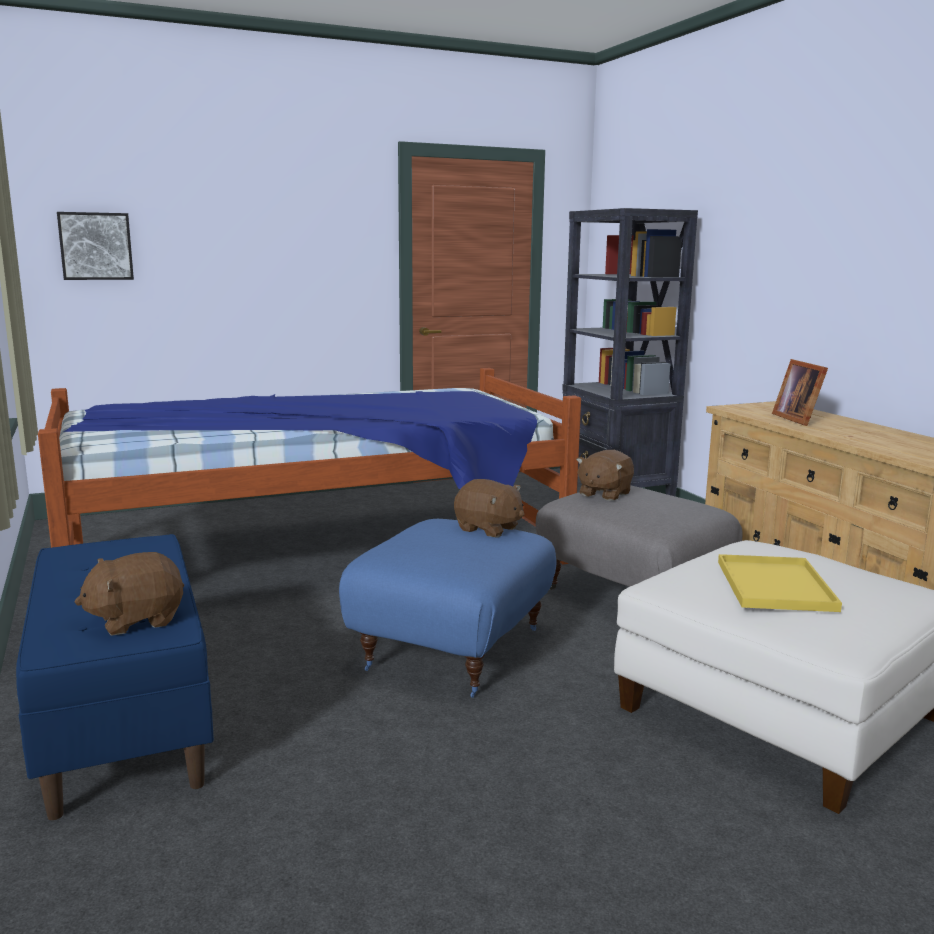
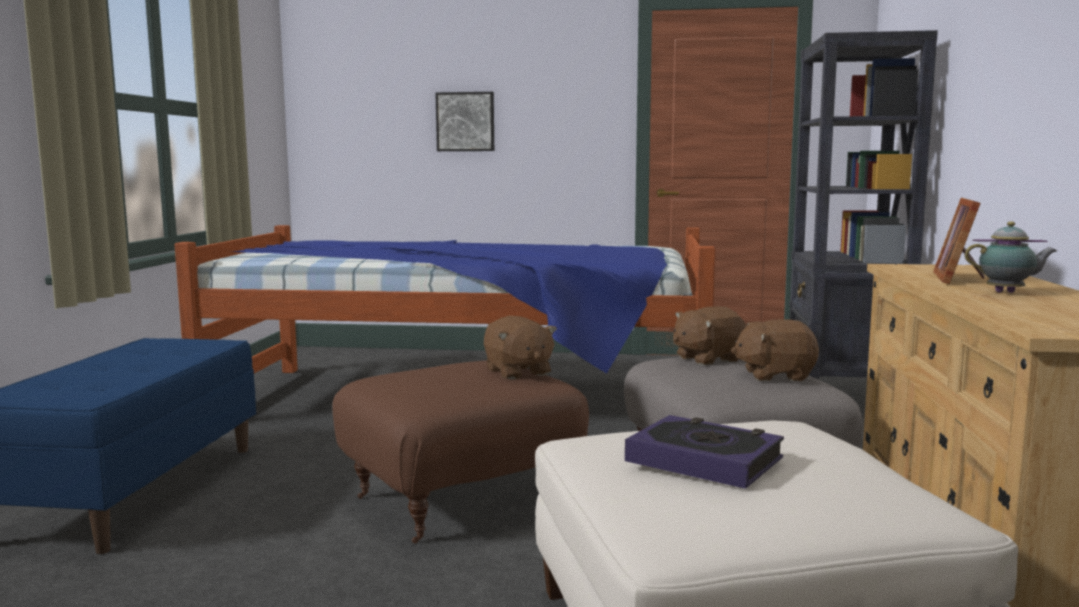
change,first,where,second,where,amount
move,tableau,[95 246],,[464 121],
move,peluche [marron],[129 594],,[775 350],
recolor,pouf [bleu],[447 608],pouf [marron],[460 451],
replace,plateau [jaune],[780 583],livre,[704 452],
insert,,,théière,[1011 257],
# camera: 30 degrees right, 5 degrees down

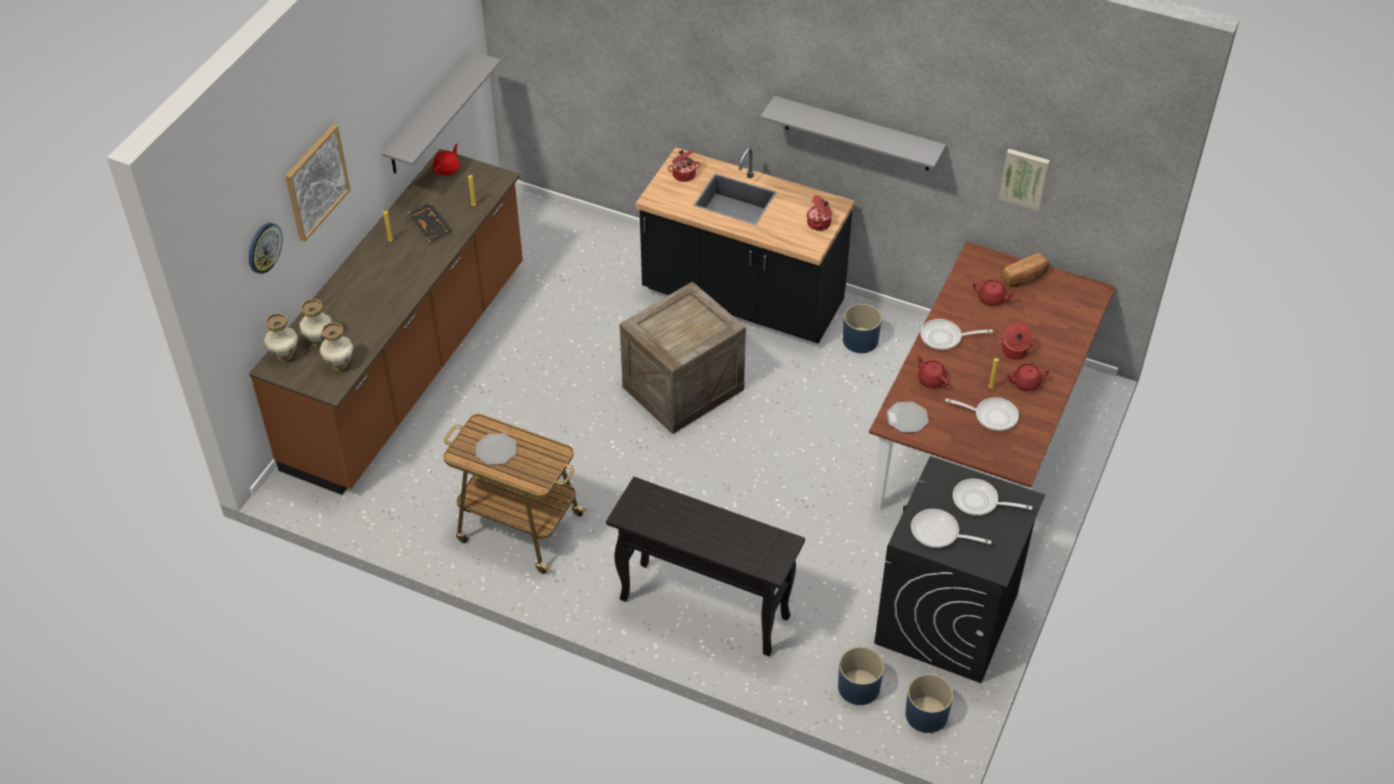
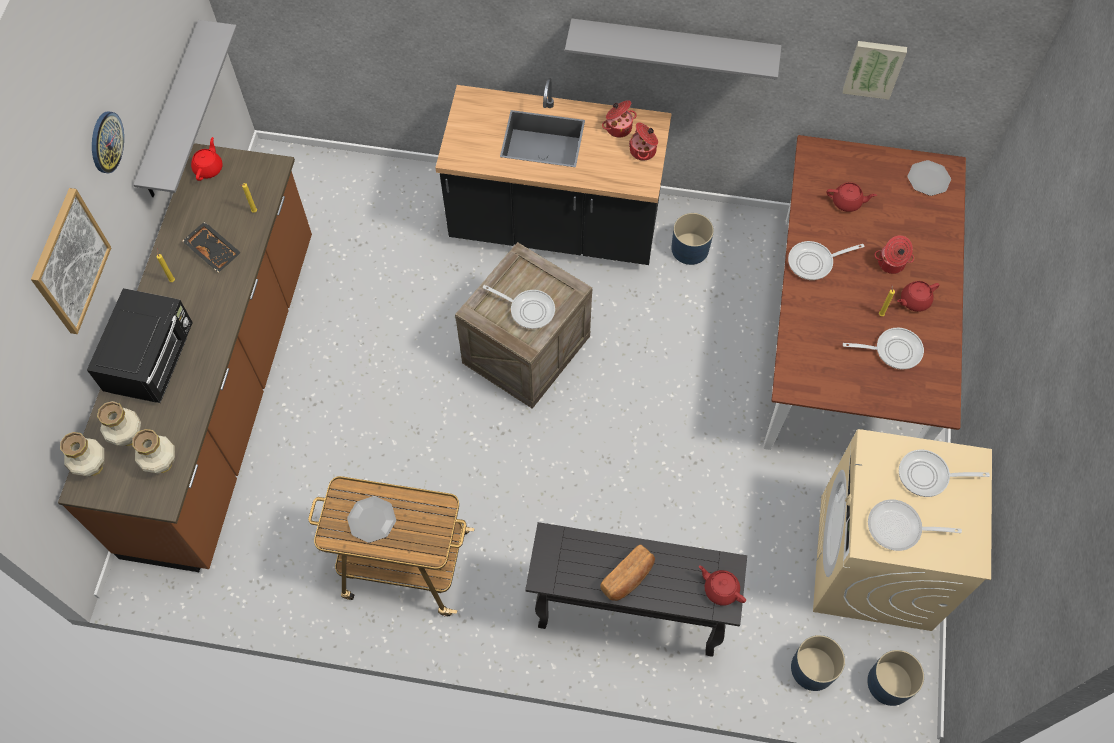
change,first,where,second,where,amount
move,horloge murale,[266 248],,[108 142],
move,marmite,[684 166],,[619 119],
recolor,lave-linge [noir],[959 569],lave-linge [beige],[902 530],
move,assiette,[908 417],,[929 178],
move,théière [rouge],[932 371],,[722 585],
move,pain,[1025 270],,[627 573],
insert,,,micro-ondes [noir],[140 345],
insert,,,poêle,[519 307],
# camera: 15 degrees left, 15 degrees up

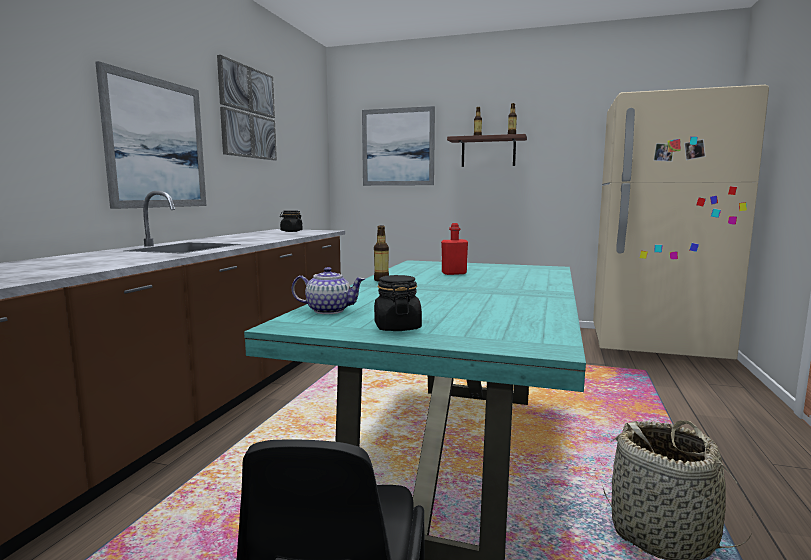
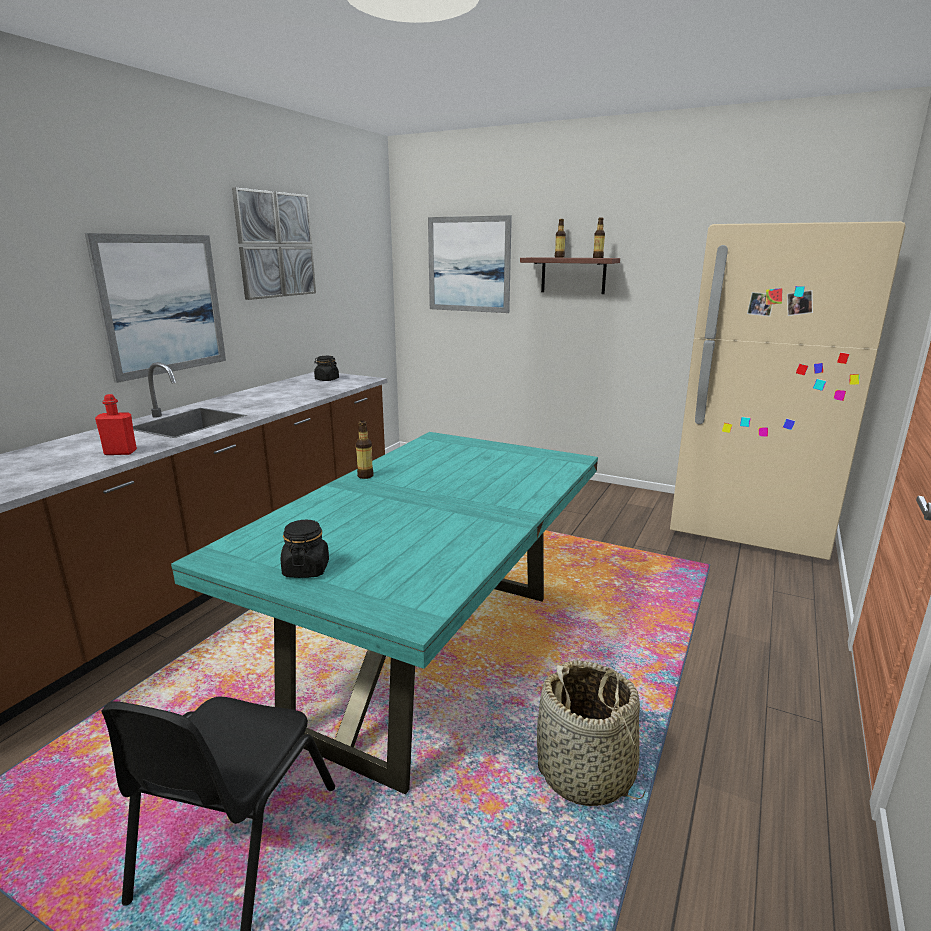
change,first,where,second,where,amount
delete,théière,[328 290],,,
move,bouteille [rouge],[454 249],,[116 424],
# camera: 10 degrees right, 10 degrees up

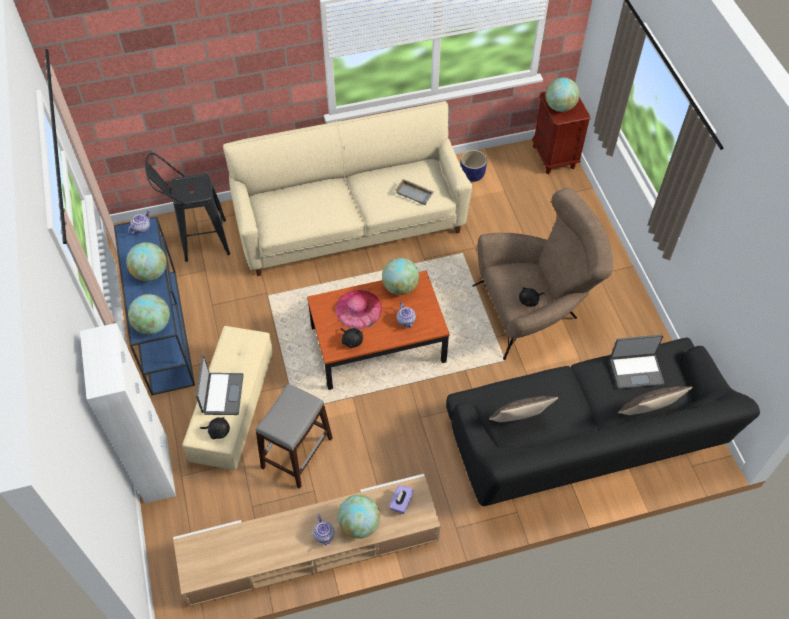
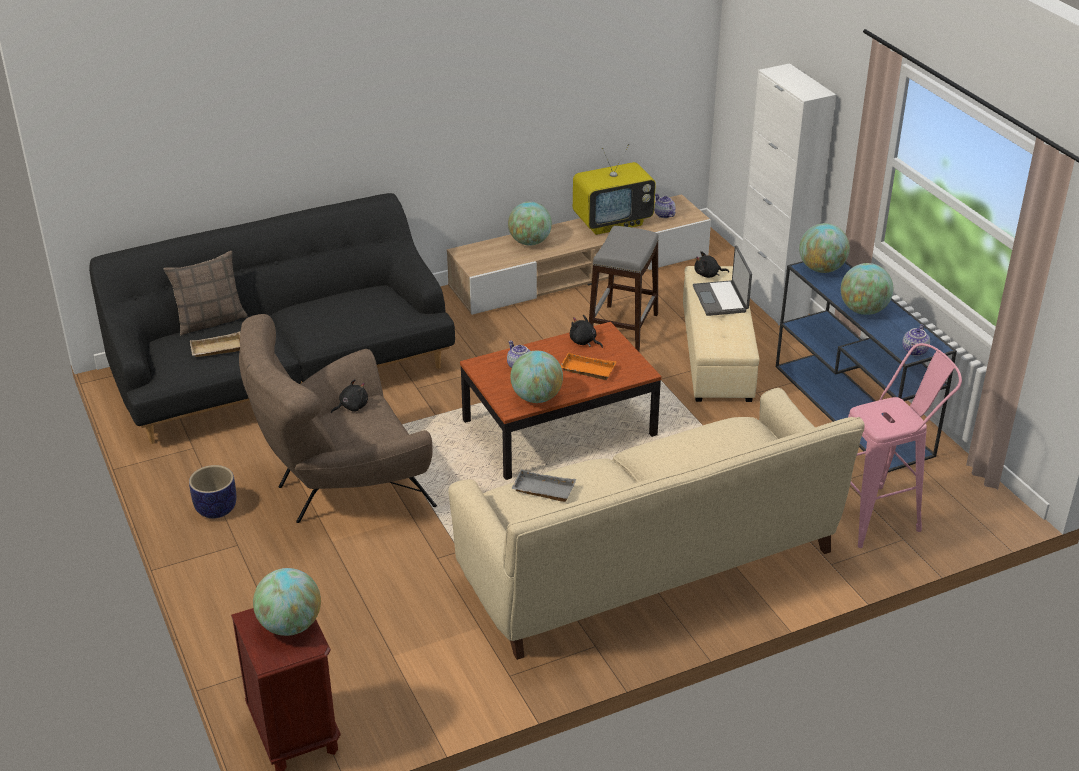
change,first,where,second,where,amount
recolor,tabouret [noir],[187 207],tabouret [rose],[905 445],
move,théière,[324 530],,[665 206],
replace,chapeau [rose],[358 309],plateau [orange],[589 366],
delete,boîte à mouchoirs [violet],[401 499],,,
move,cache-pot,[473 166],,[212 491],
delete,coussin,[523 409],,,
replace,ordinateur portable,[637 362],plateau [beige],[215 344],
insert,,,téléviseur,[614 189],
# camera: 170 degrees right, 20 degrees down

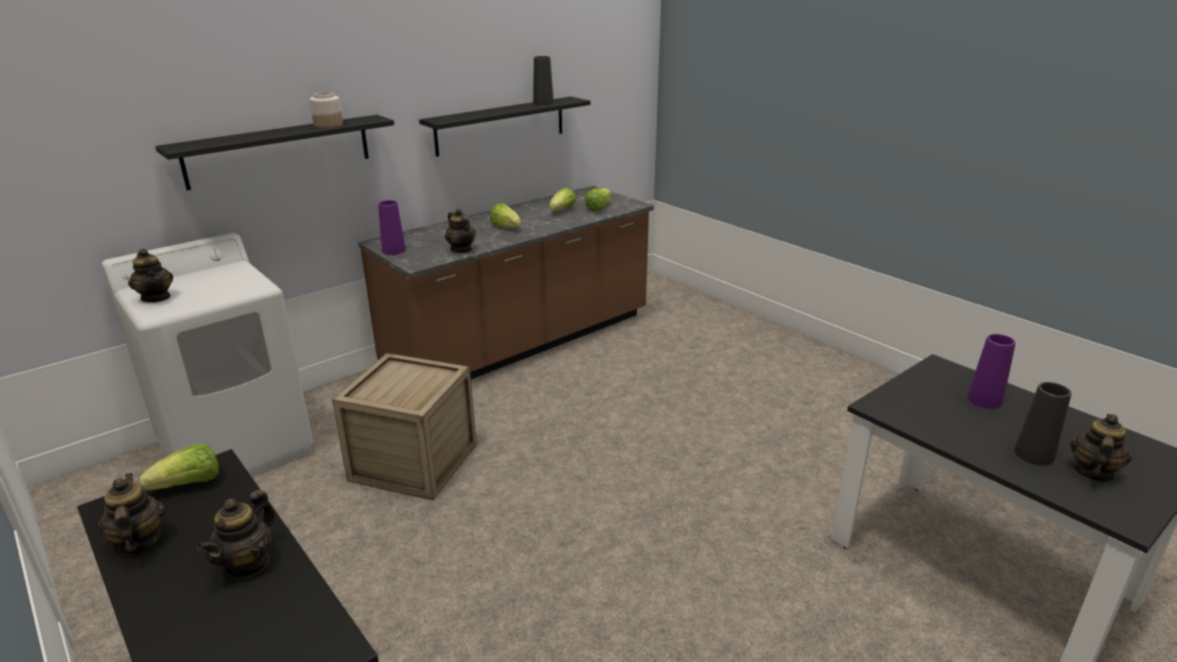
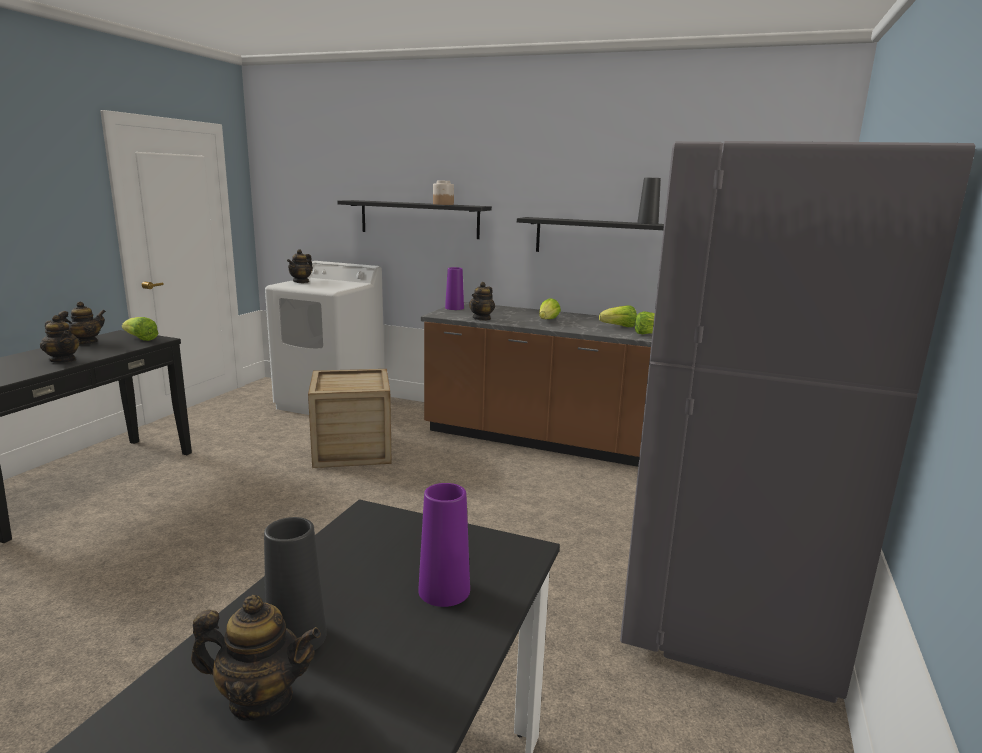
change,first,where,second,where,amount
rotate,théière,[236 534],,[60 339],135 degrees counterclockwise
insert,,,réfrigérateur [gris],[797 422],
# camera: 60 degrees right, 10 degrees down

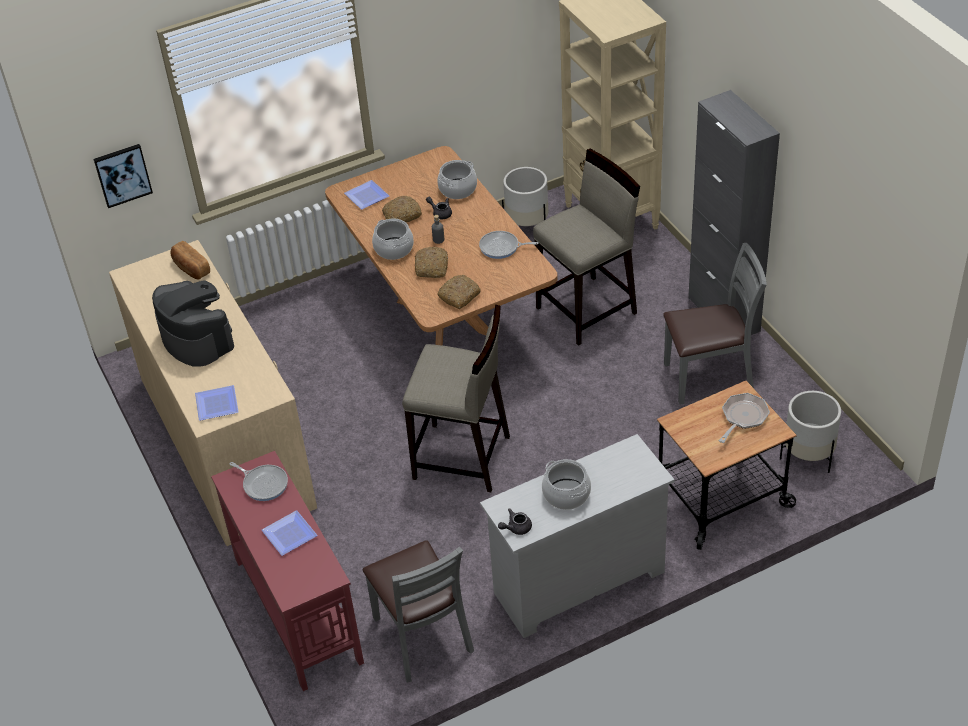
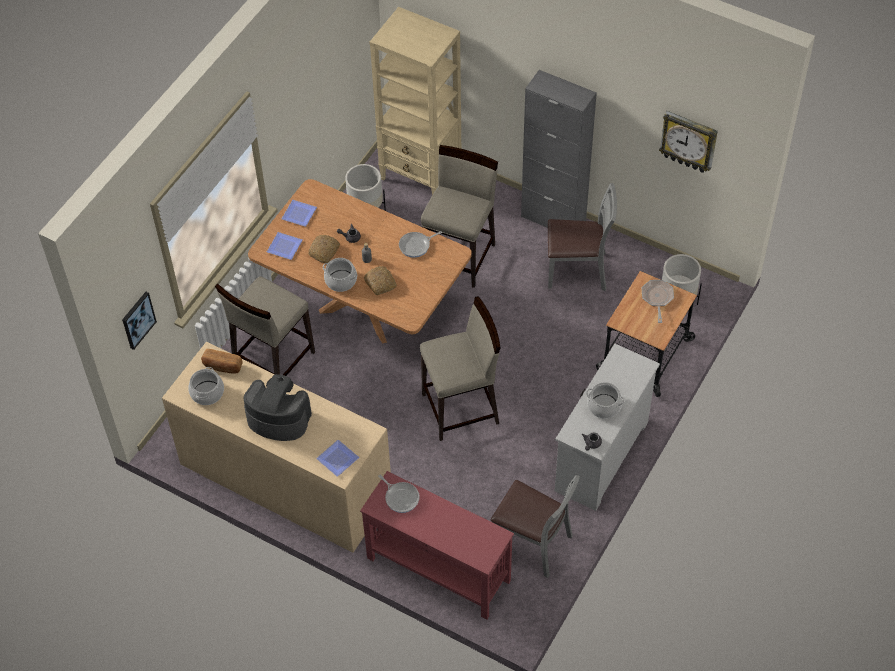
change,first,where,second,where,amount
rotate,poêle,[259 481],,[399 494],45 degrees clockwise
move,assiette,[289 533],,[299 213],
move,marmite,[457 179],,[206 386],
delete,pain,[459 292],,,
rotate,chaise [gris],[715 324],,[582 237],45 degrees clockwise
insert,,,tabouret [beige],[265 326],
insert,,,horloge murale,[688 142],
# camera: 35 degrees left, 10 degrees up

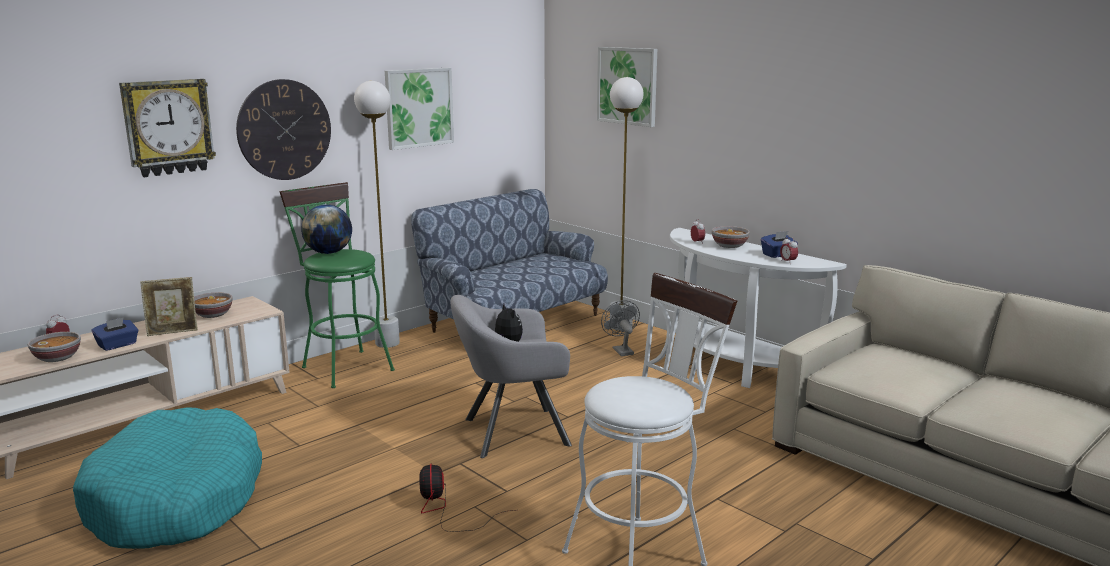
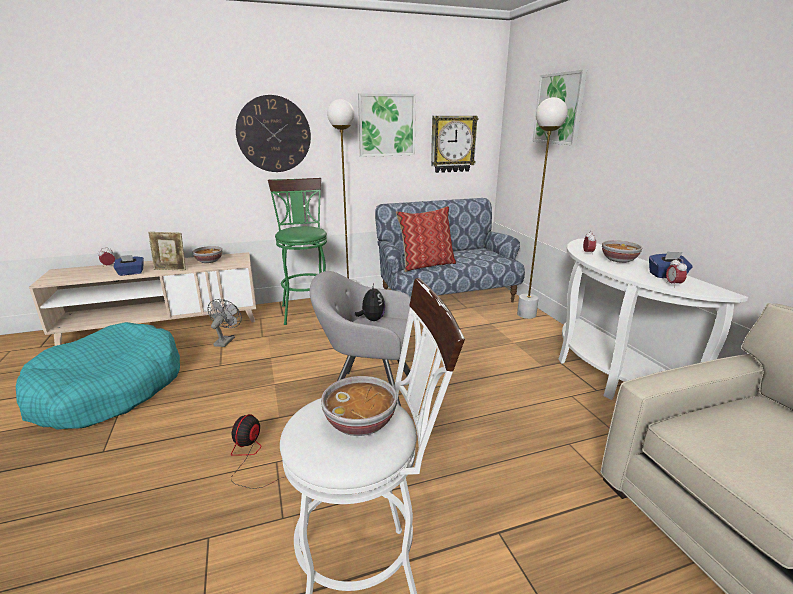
change,first,where,second,where,amount
move,bol,[54 347],,[359 406],
move,horloge murale,[167 128],,[454 144],
delete,globe,[326 229],,,
move,ventilateur [gris],[620 328],,[224 323],
insert,,,coussin,[426 239],
# camera: 25 degrees right, 5 degrees up

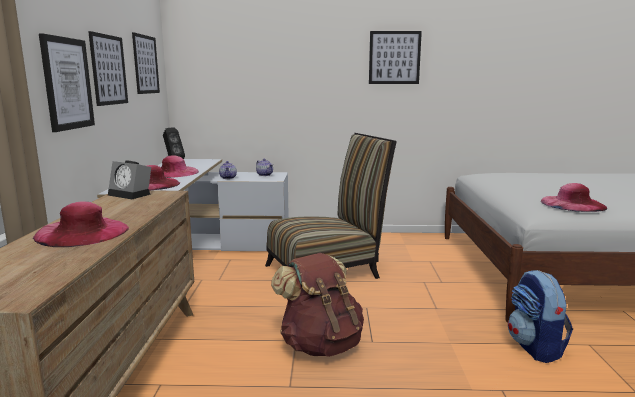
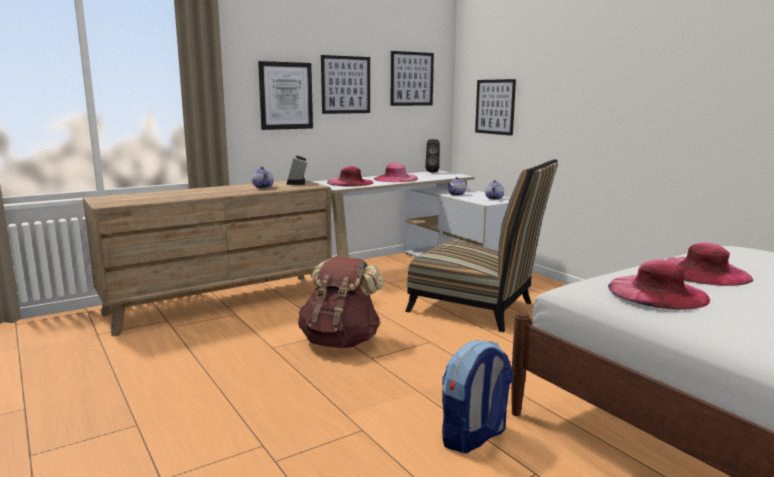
change,first,where,second,where,amount
move,chapeau [rose],[81 224],,[710 264],
move,tableau,[395 57],,[495 107],
insert,,,théière,[262 178],
# camera: 55 degrees right, 0 degrees up

